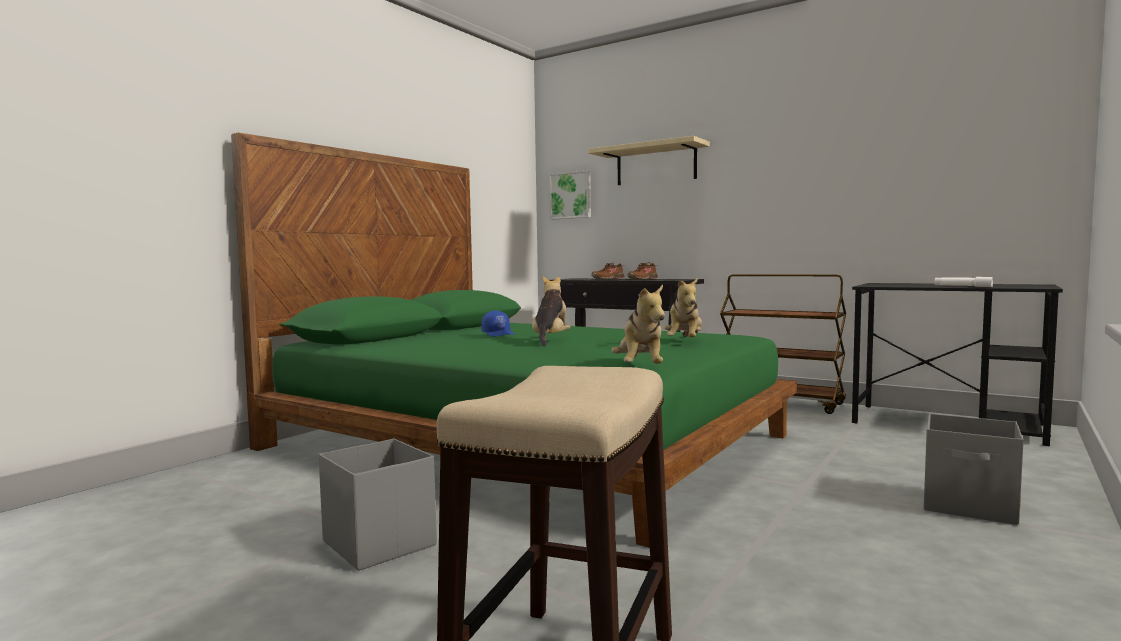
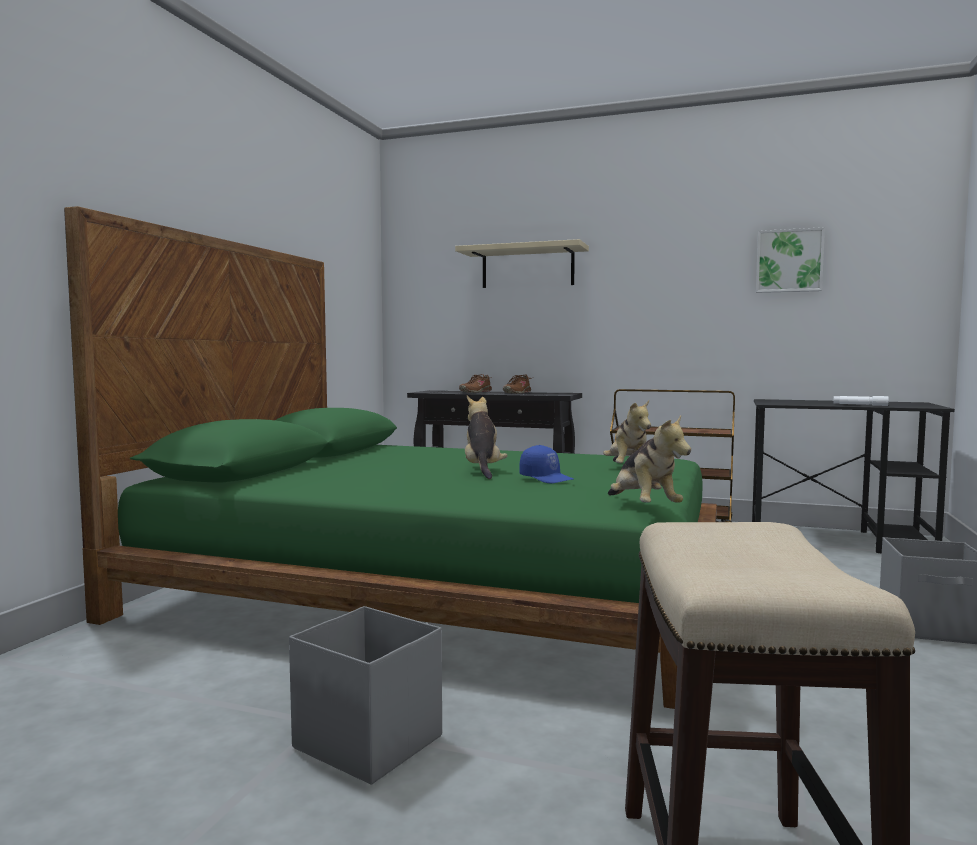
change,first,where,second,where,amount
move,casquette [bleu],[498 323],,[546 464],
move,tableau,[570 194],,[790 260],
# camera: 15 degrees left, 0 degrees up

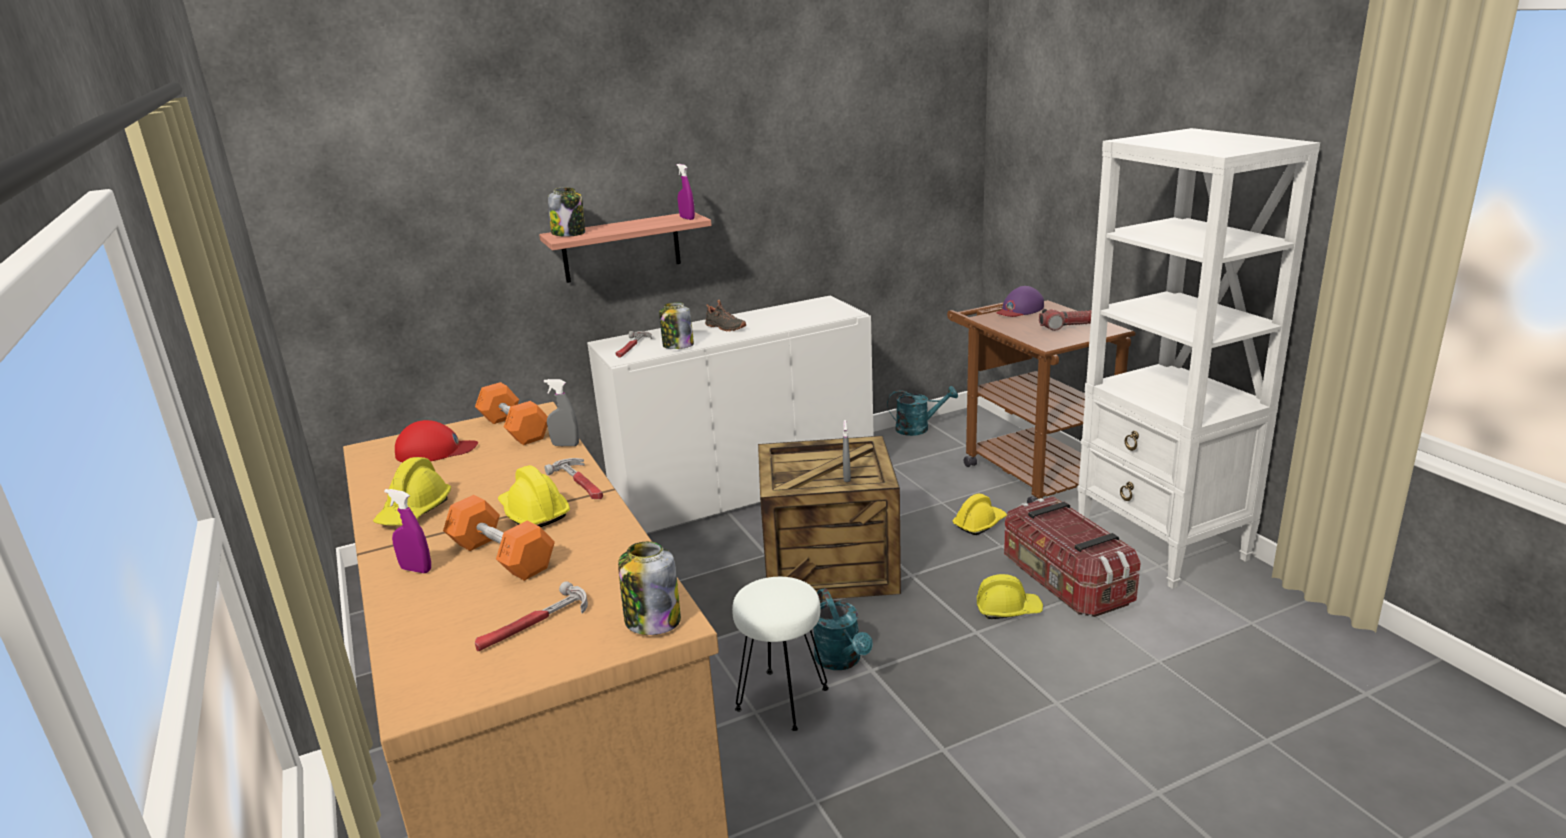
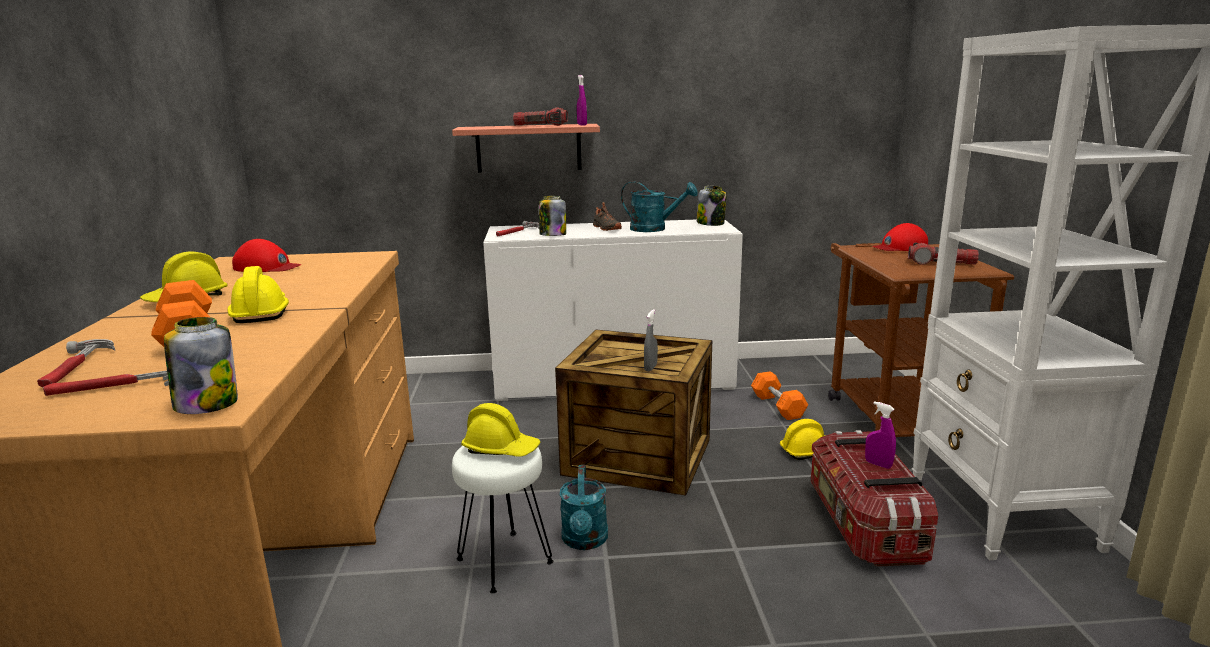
change,first,where,second,where,amount
move,vaporisateur [violet],[407 531],,[880 435],
move,haltère [orange],[511 413],,[779 395],
delete,vaporisateur [gris],[561 412],,,
move,marteau,[573 478],,[76 363],
move,bocal,[566 212],,[711 206],
move,arrosoir [turquoise],[922 411],,[659 206],
move,casque de chantier [jaune],[1010 596],,[500 430],
recolor,casquette [violet],[1020 301],casquette [rouge],[900 237],
insert,,,lampe de poche,[540 116],
# camera: 20 degrees right, 5 degrees down

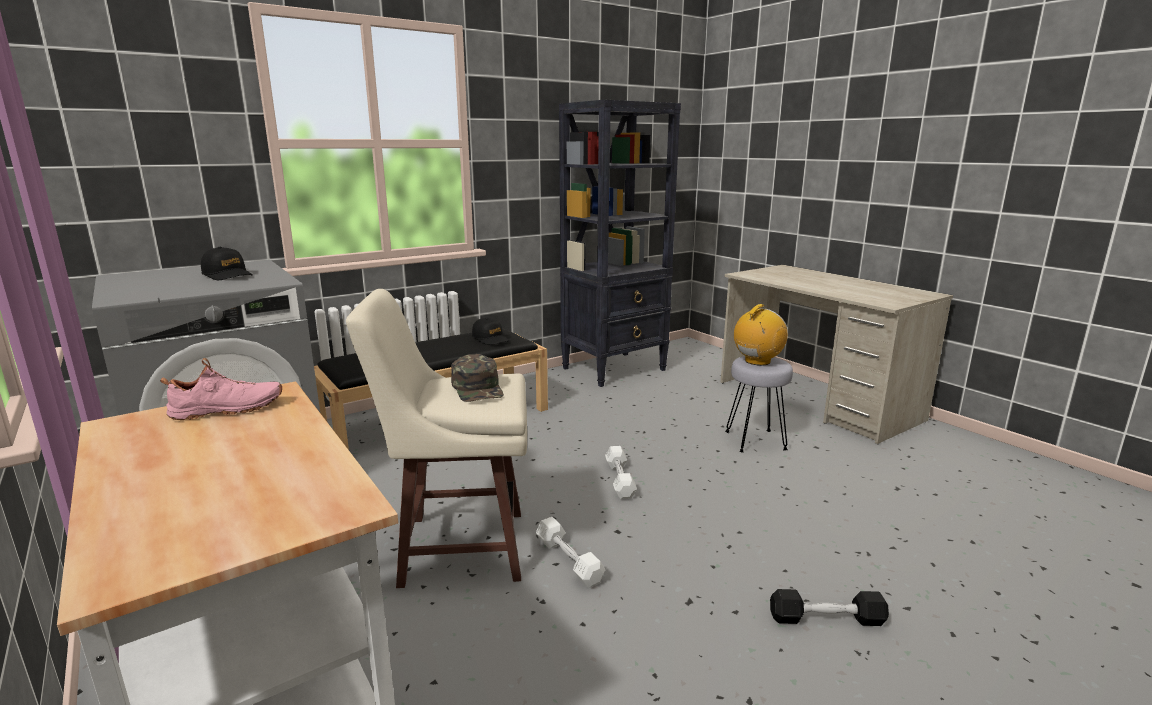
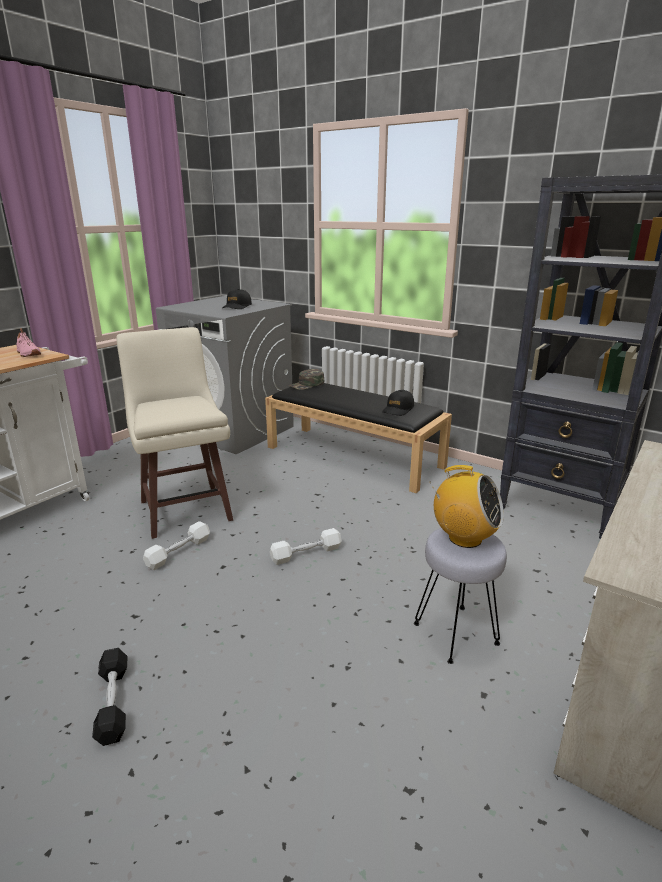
change,first,where,second,where,amount
move,casquette [vert],[477 378],,[306 379],
# camera: 70 degrees right, 5 degrees up

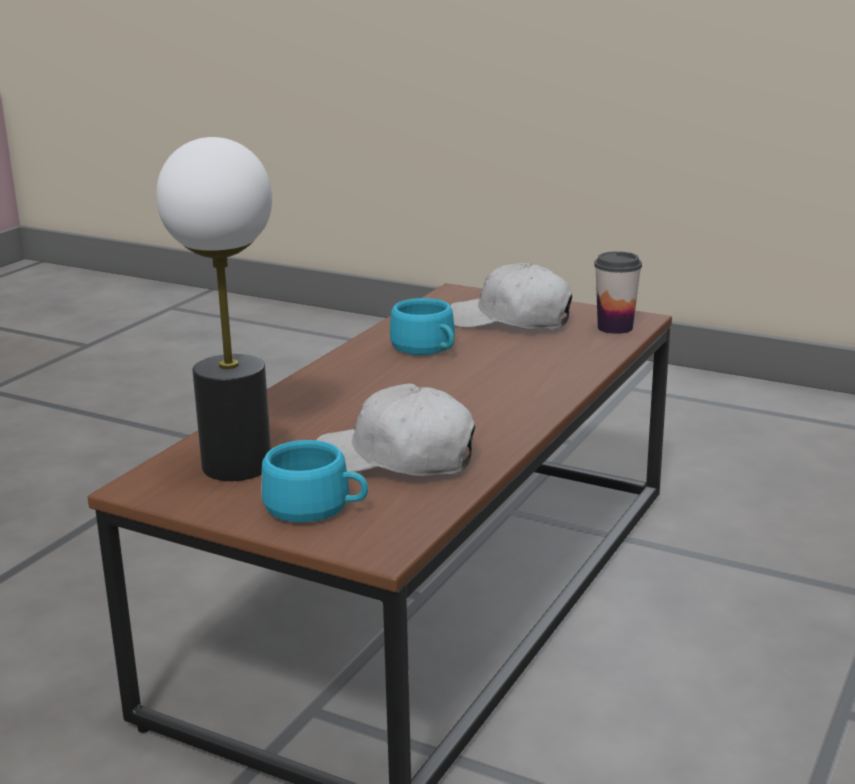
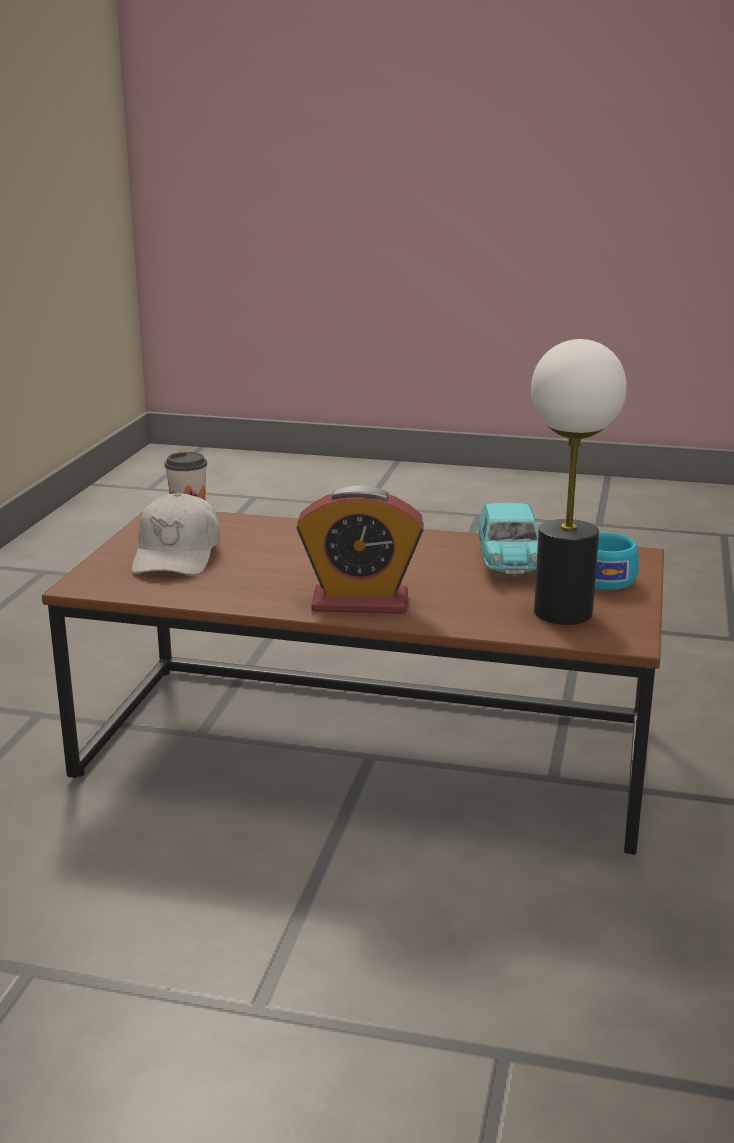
change,first,where,second,where,amount
replace,casquette [blanc],[395 430],petite voiture [turquoise],[508 540],
delete,tasse [turquoise],[422 326],,,
insert,,,réveil,[360 549],
# camera: 105 degrees left, 0 degrees up

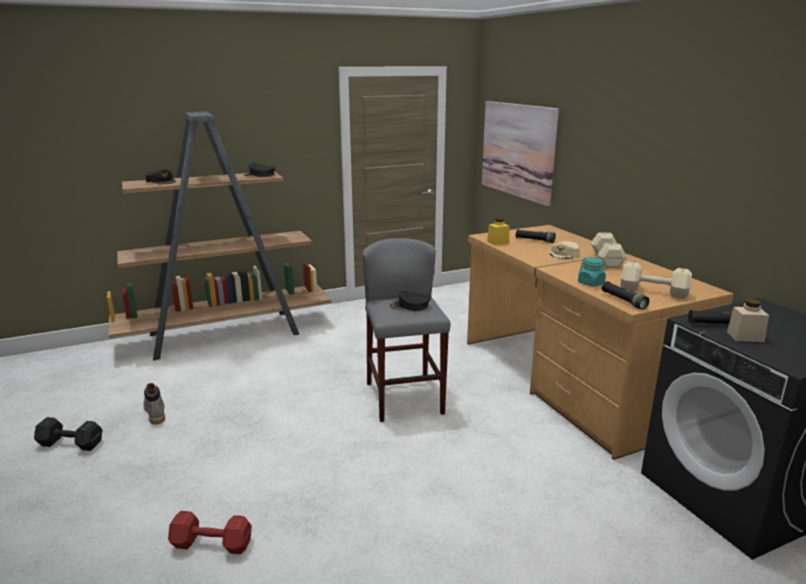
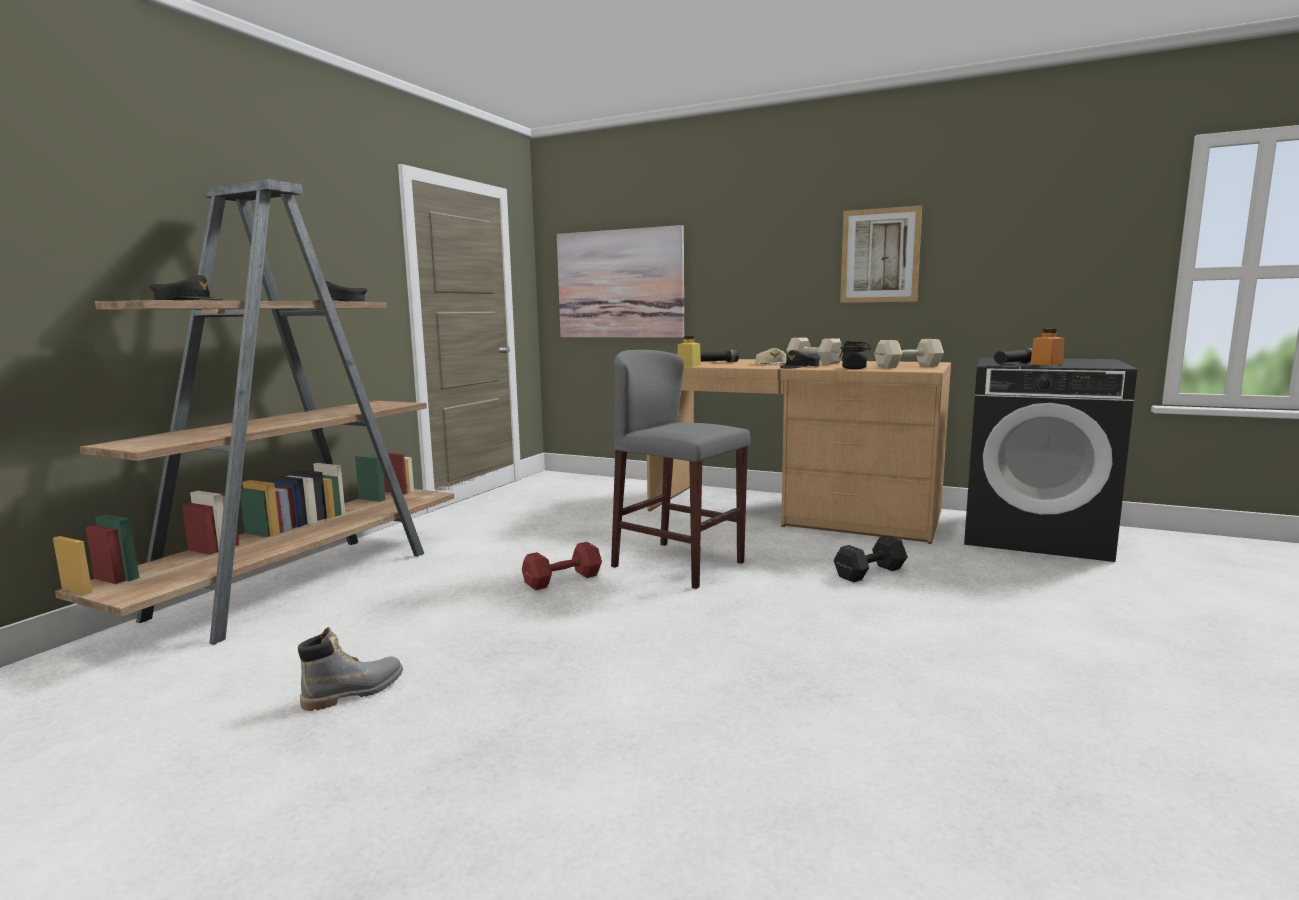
change,first,where,second,where,amount
move,haltère [noir],[68 434],,[871 558],
rotate,botte [gris],[154 404],,[350 669],120 degrees clockwise
move,haltère [rouge],[210 532],,[562 566],
move,casquette [noir],[410 301],,[800 359],
recolor,bocal [turquoise],[592 272],bocal [noir],[855 355],
delete,lampe de poche [noir],[625 295],,,
recolor,bocal [beige],[748 320],bocal [orange],[1047 347],
insert,,,tableau,[881 254],
# camera: 40 degrees left, 10 degrees down

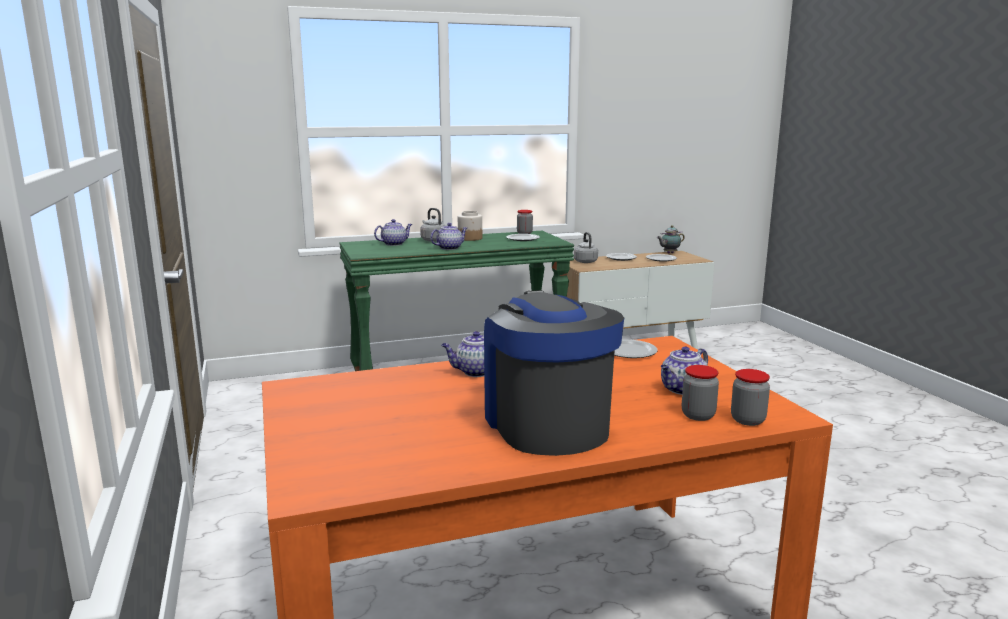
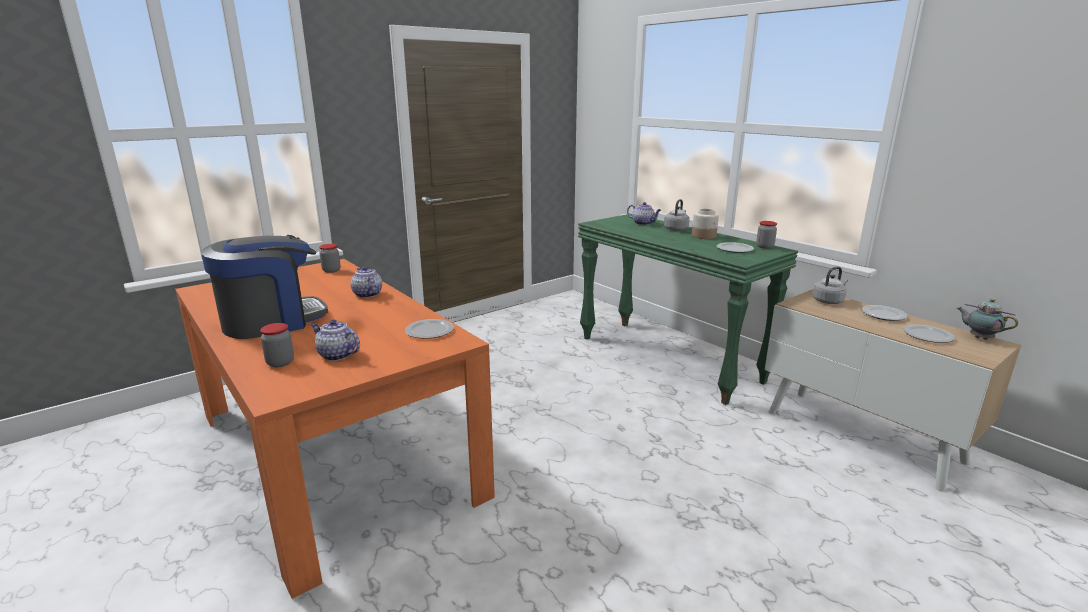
change,first,where,second,where,amount
delete,théière,[448 236],,,
move,bocal,[750 397],,[329 258],
# camera: 70 degrees right, 5 degrees up

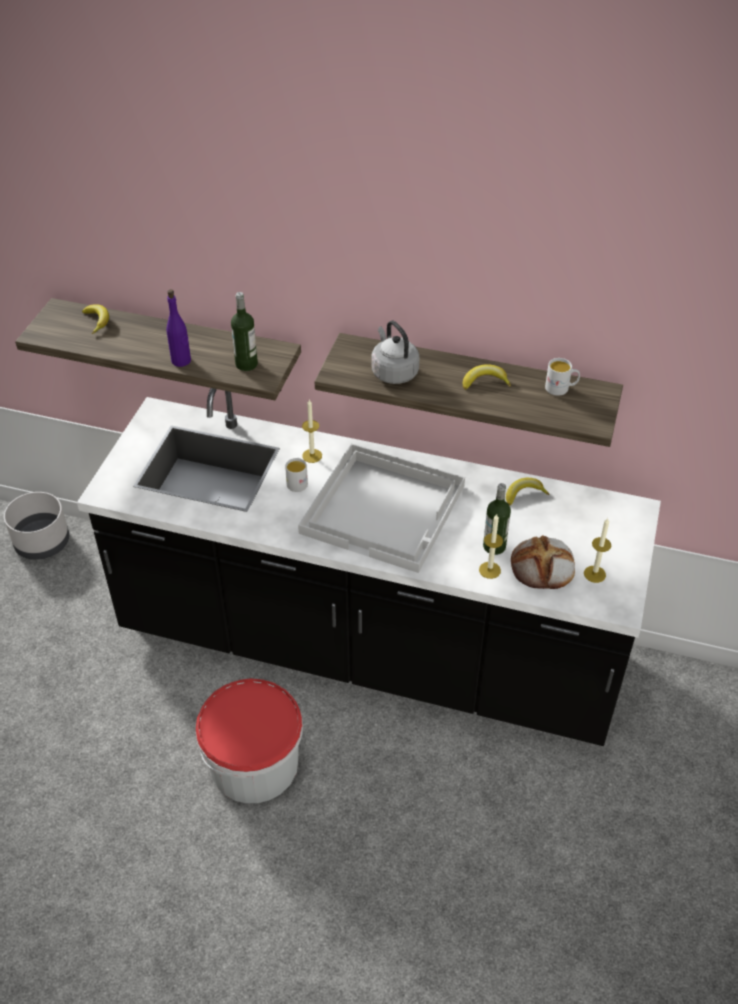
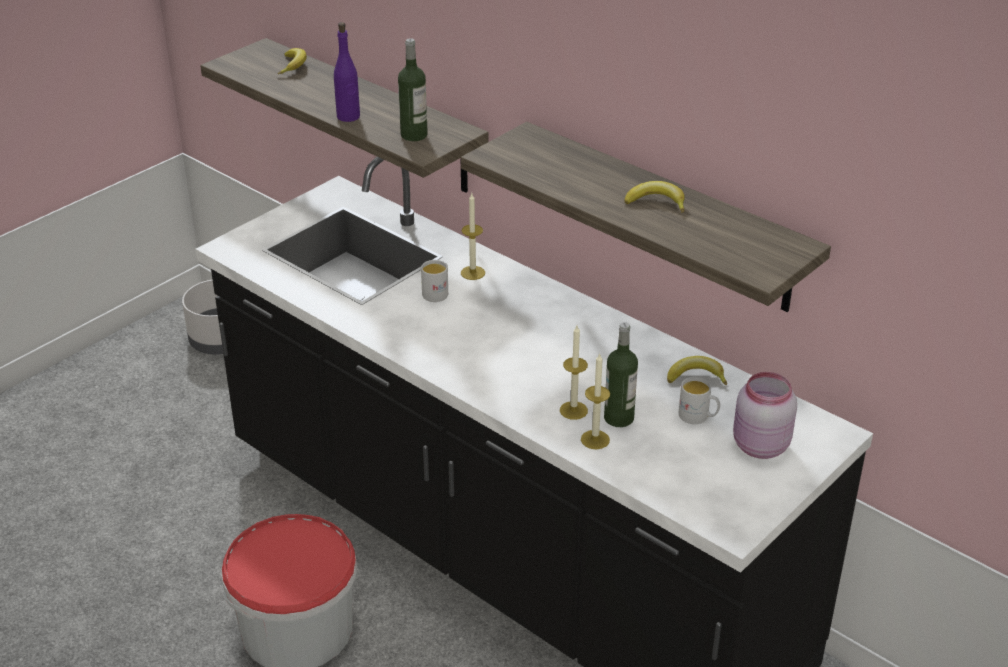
change,first,where,second,where,amount
delete,plateau [blanc],[381 508],,,
delete,bouilloire [gris],[395 352],,,
delete,pain,[543 562],,,
move,mug [blanc],[562 377],,[699 400],
move,bougie,[597 550],,[574 372],
insert,,,bocal [rose],[765 415],
# camera: 25 degrees right, 10 degrees down

